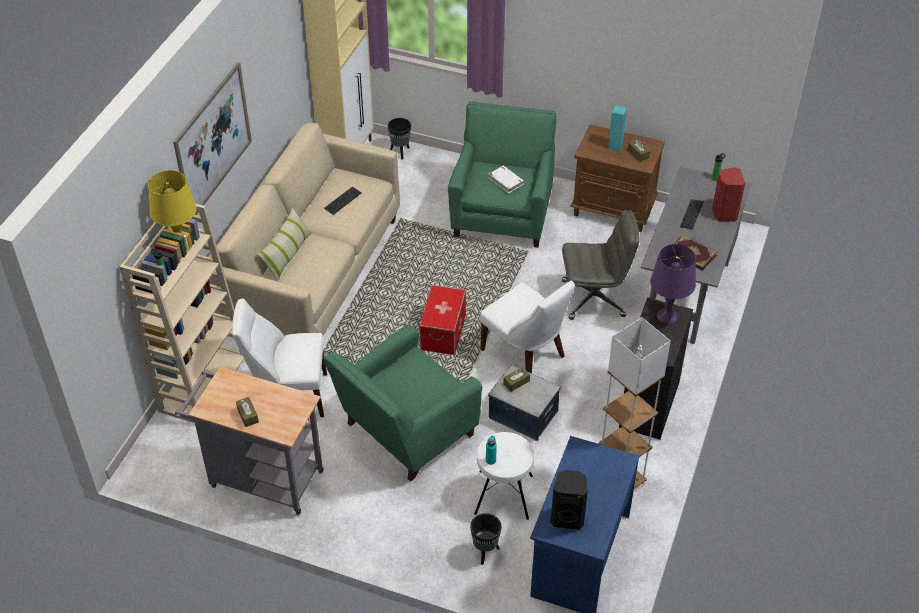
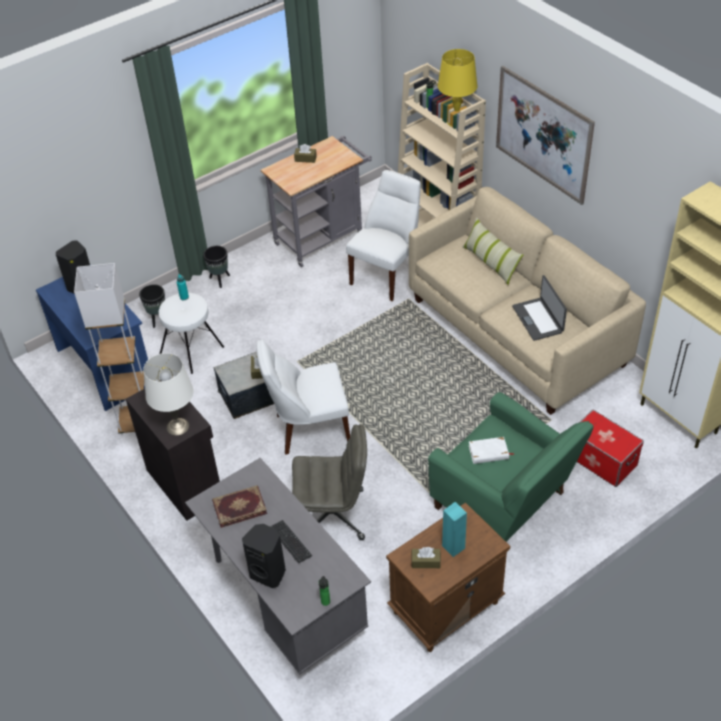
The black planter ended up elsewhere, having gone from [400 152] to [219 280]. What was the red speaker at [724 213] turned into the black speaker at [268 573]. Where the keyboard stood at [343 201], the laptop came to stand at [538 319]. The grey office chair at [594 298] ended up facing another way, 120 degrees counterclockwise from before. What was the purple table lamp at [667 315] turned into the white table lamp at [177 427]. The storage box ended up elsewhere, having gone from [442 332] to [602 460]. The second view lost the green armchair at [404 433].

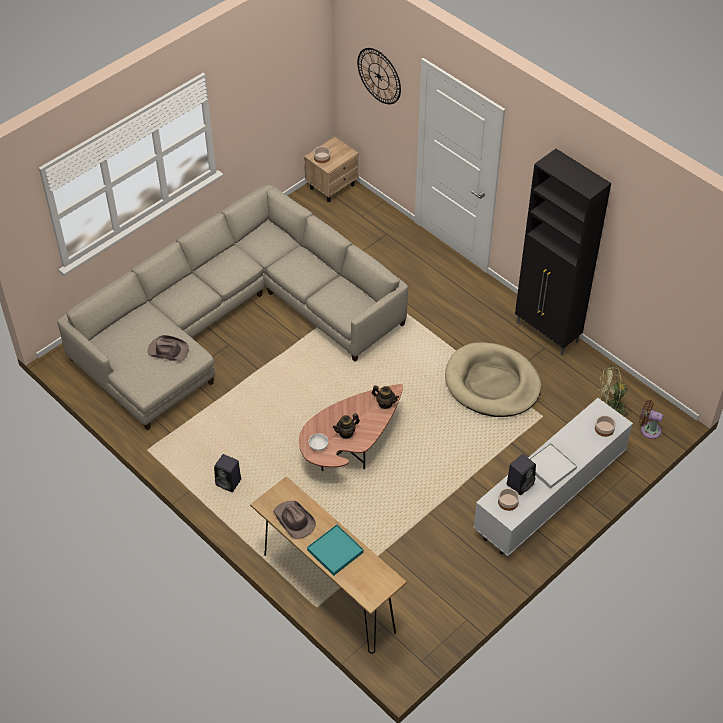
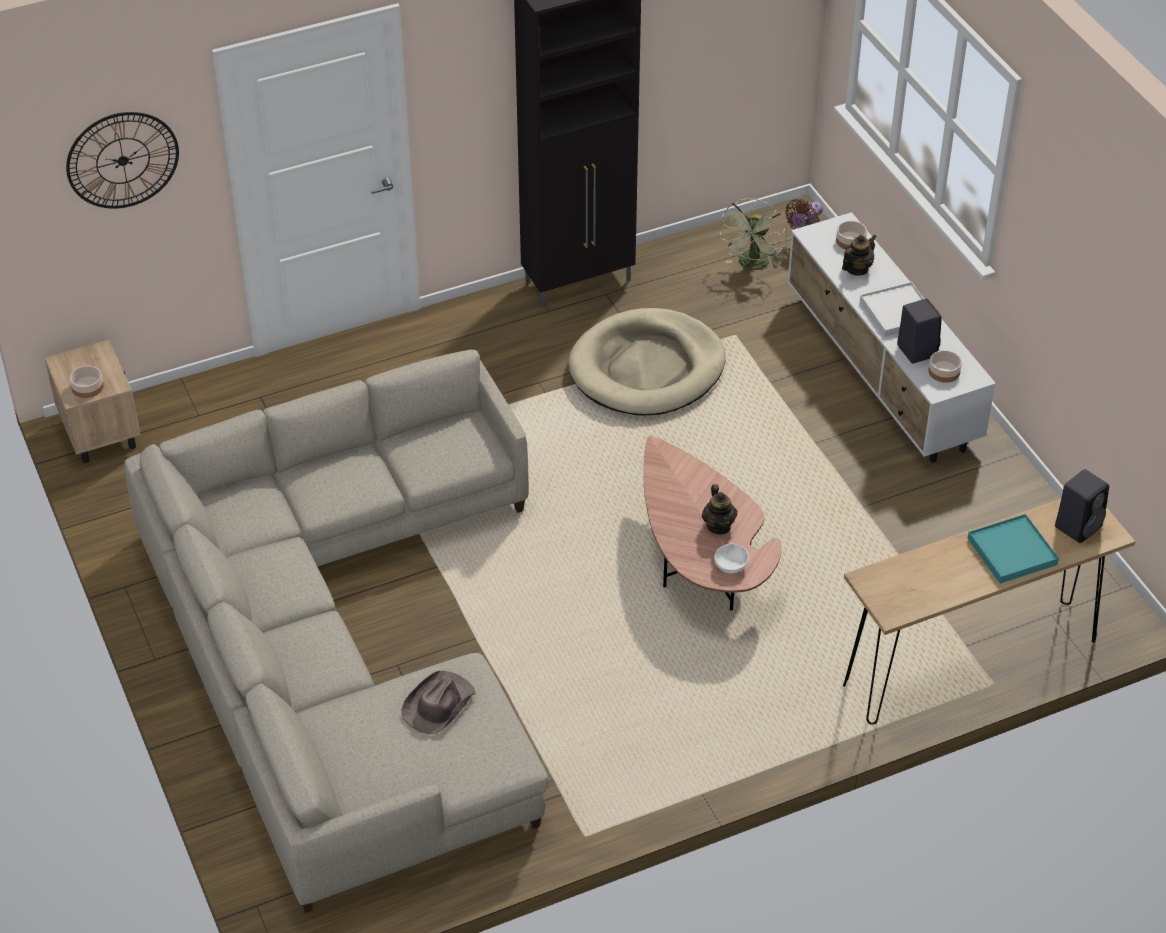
The teapot ended up elsewhere, having gone from [385 403] to [857 269]. The black speaker ended up elsewhere, having gone from [229 482] to [1078 526]. The second view lost the brown hat at [294 520].

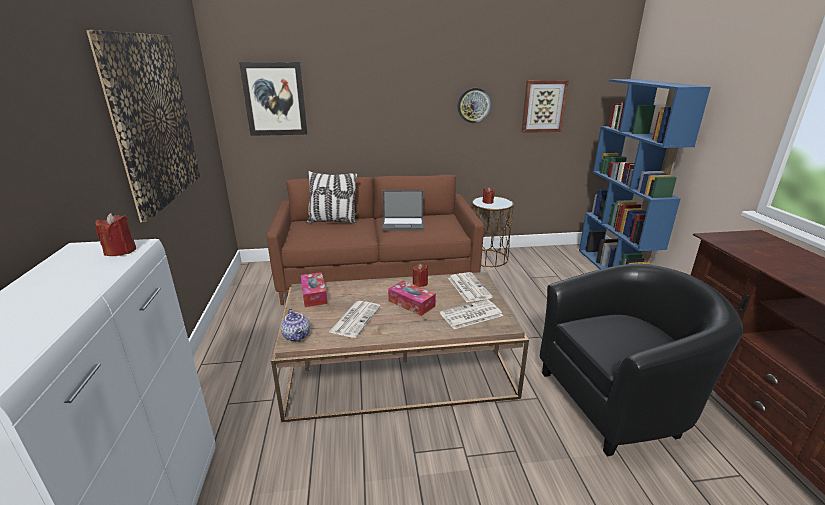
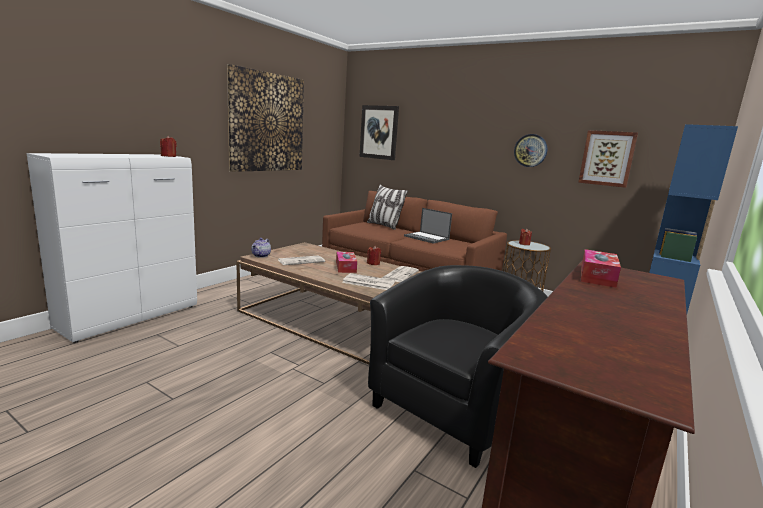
The black armchair at [618 400] ended up facing another way, 75 degrees counterclockwise from before. The tissue box ended up elsewhere, having gone from [314 295] to [597 276].

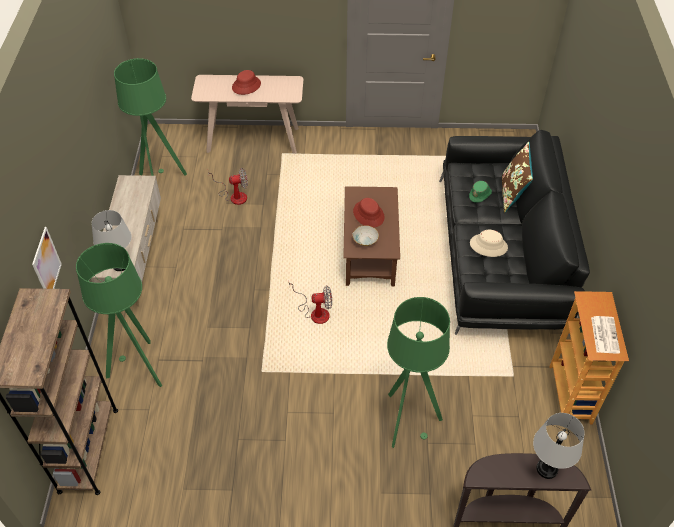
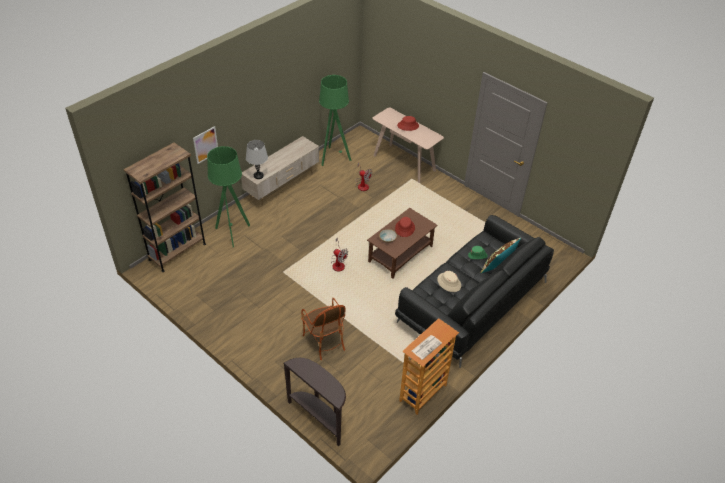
Where the green floor lamp stood at [407 420], the armchair came to stand at [324 341]. The second view lost the grey table lamp at [547 469].

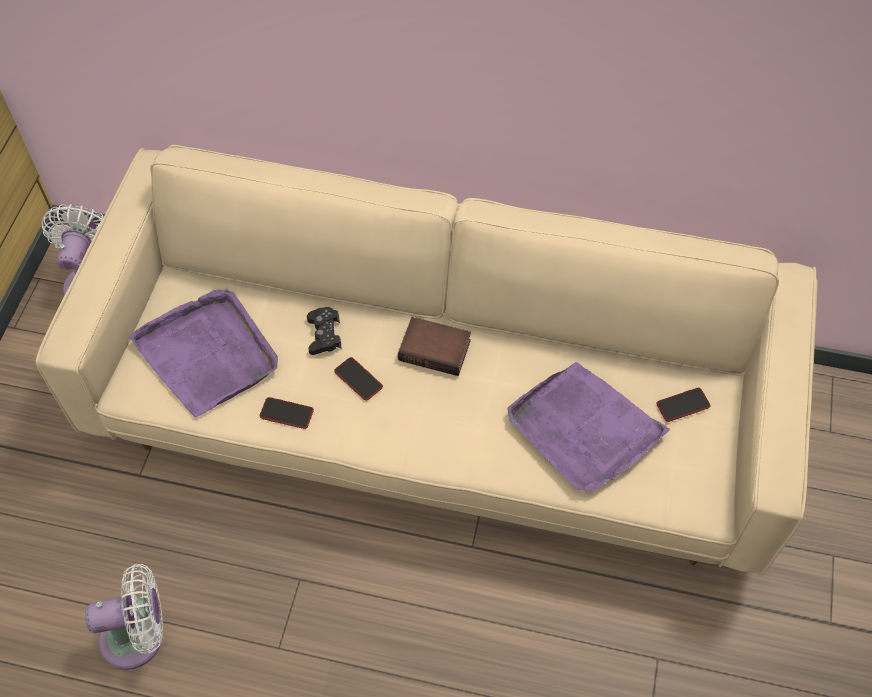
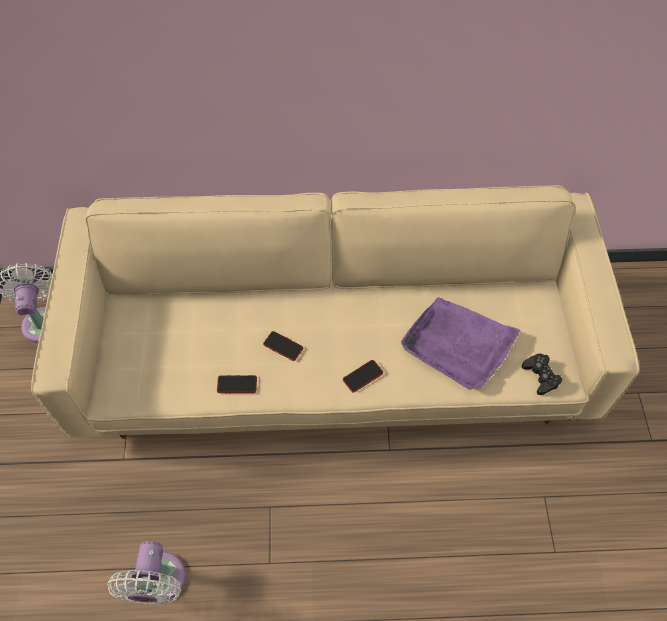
The second view lost the purple tray at [208 354]. The black game controller ended up elsewhere, having gone from [324 335] to [540 376]. The second view lost the book at [436 349]. The phone ended up elsewhere, having gone from [683 405] to [363 376]. The white fan at [139 637] ended up facing another way, 120 degrees clockwise from before.

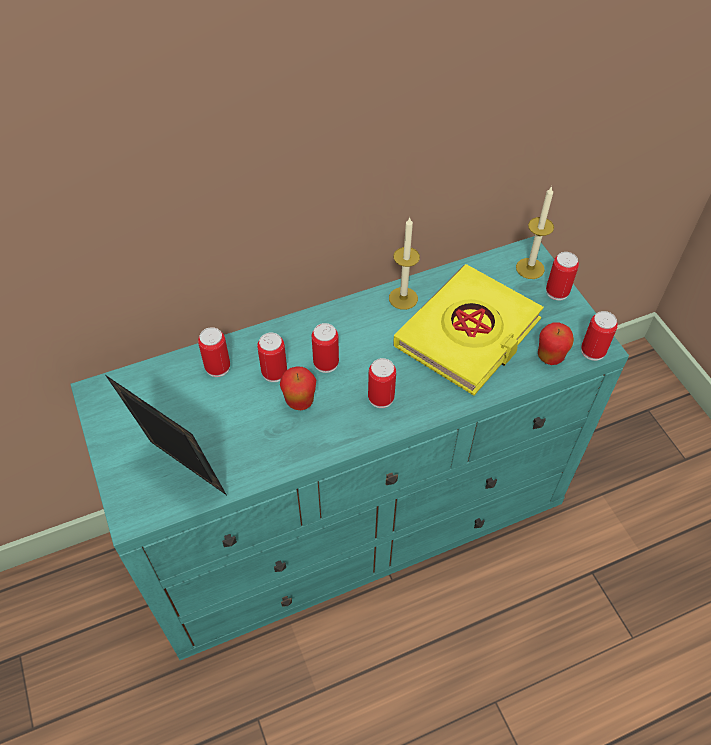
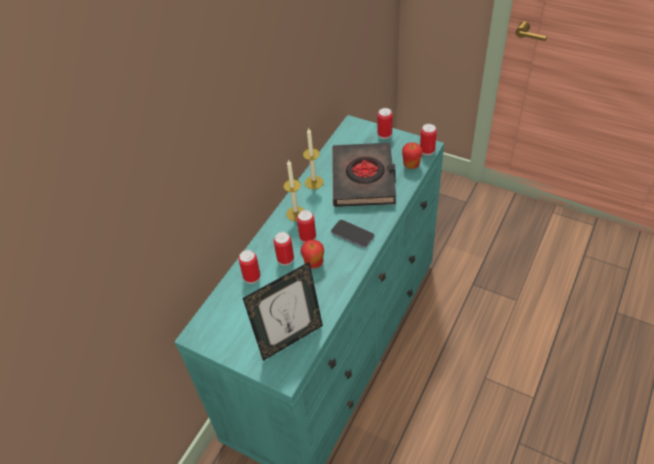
The candle ended up elsewhere, having gone from [530 268] to [296 213]. What was the yellow book at [468 334] turned into the black book at [363 179]. Where the can stood at [381 398], the phone came to stand at [352 234]. The picture frame at [182 474] ended up facing another way, 150 degrees clockwise from before.

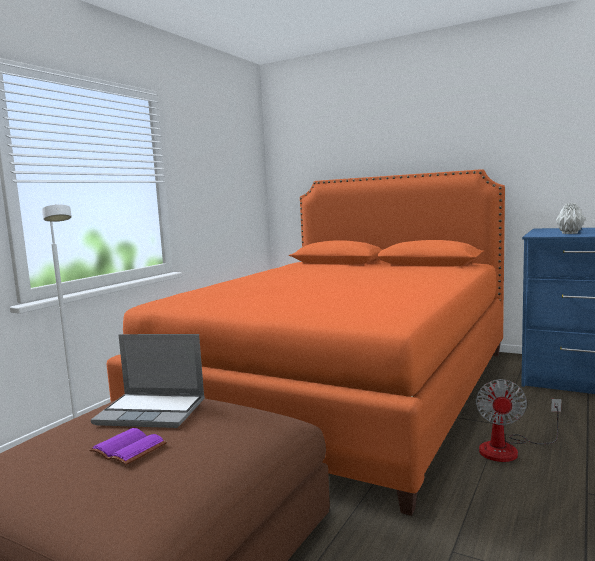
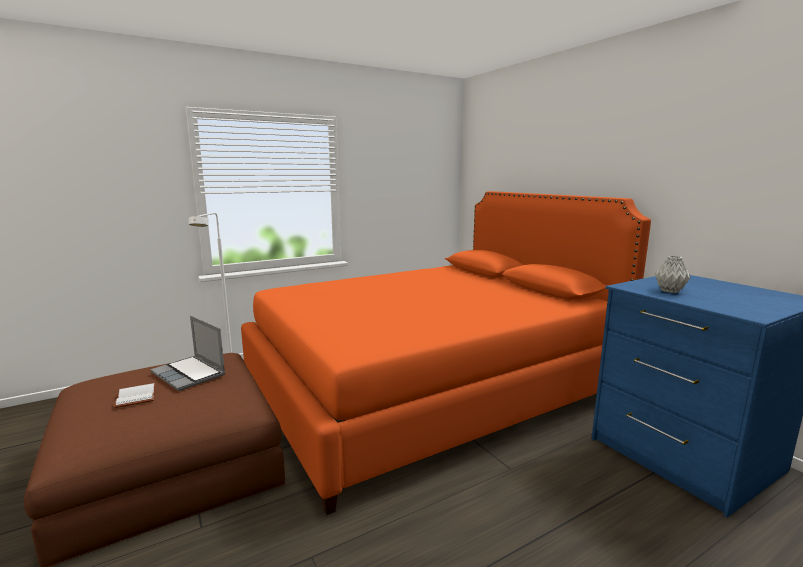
The second view lost the fan at [509 449]. What was the purple book at [126 449] turned into the white book at [135 396].

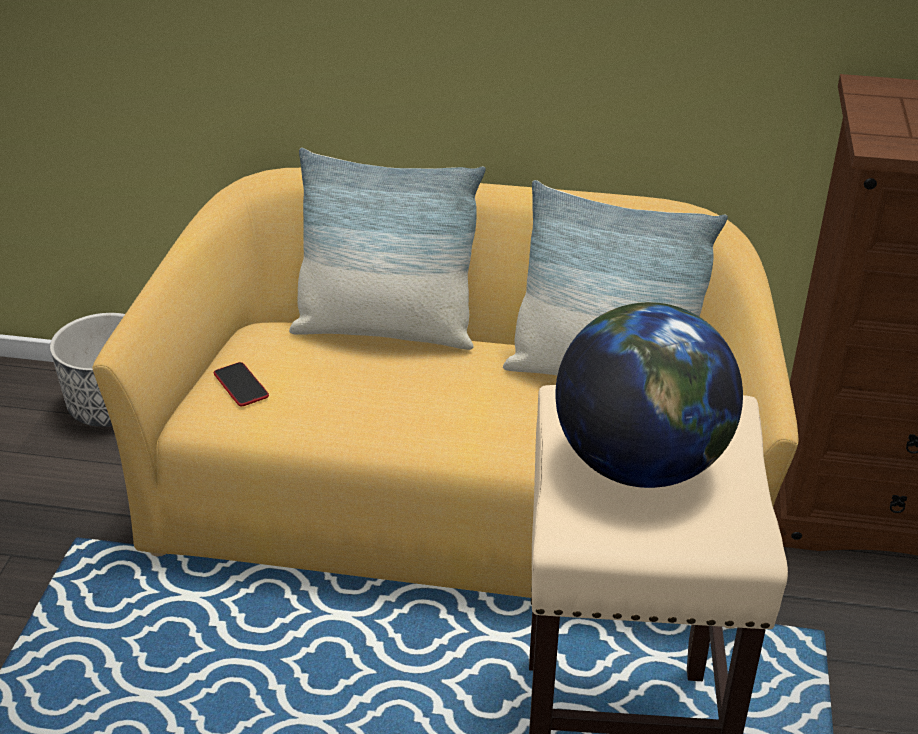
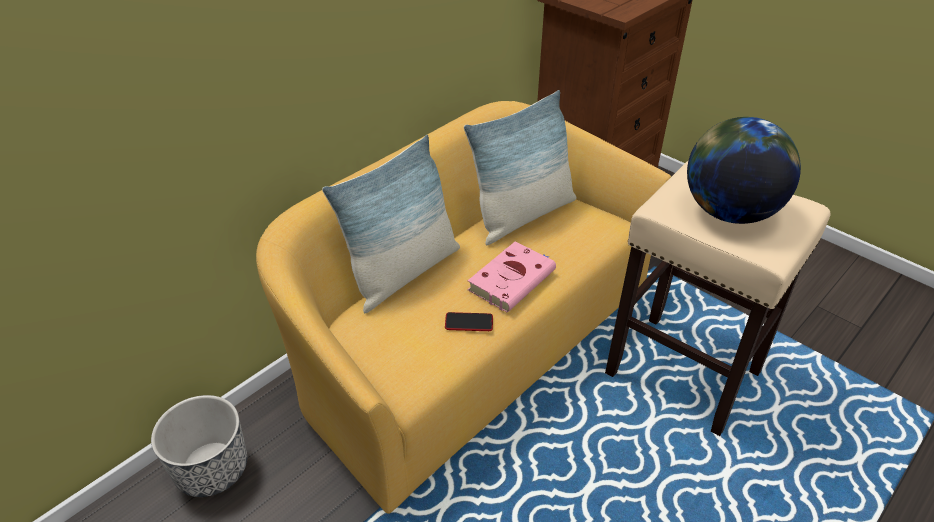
The phone ended up elsewhere, having gone from [241 385] to [469 322]. The second view gained the pink book at [513 279].

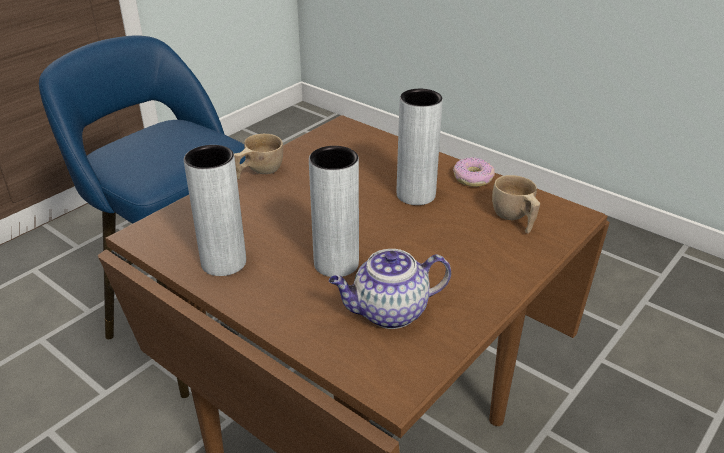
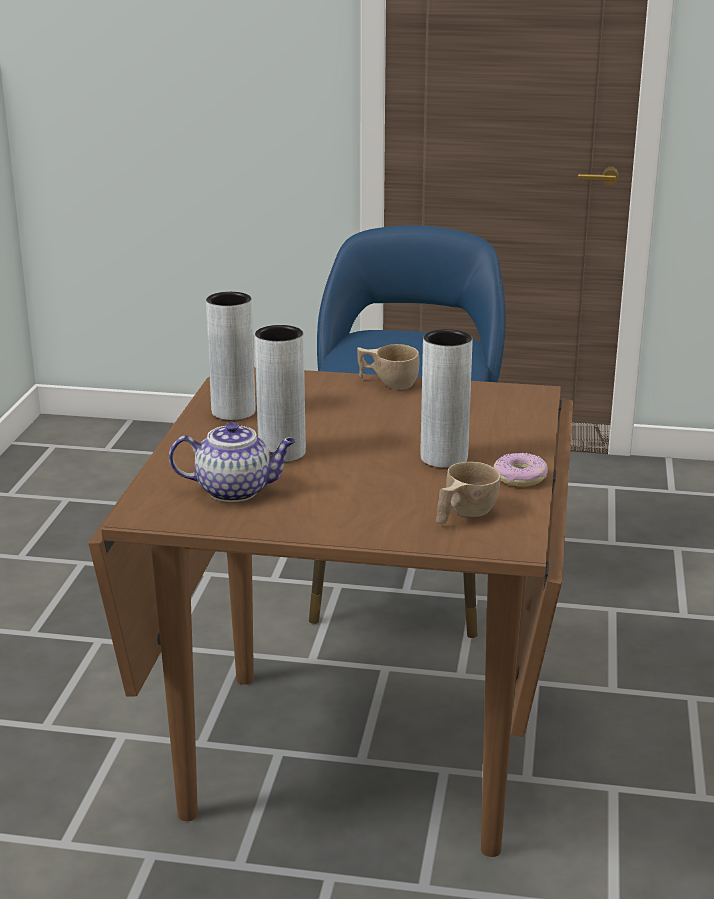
The teapot at [389 312] ended up facing another way, 135 degrees clockwise from before.

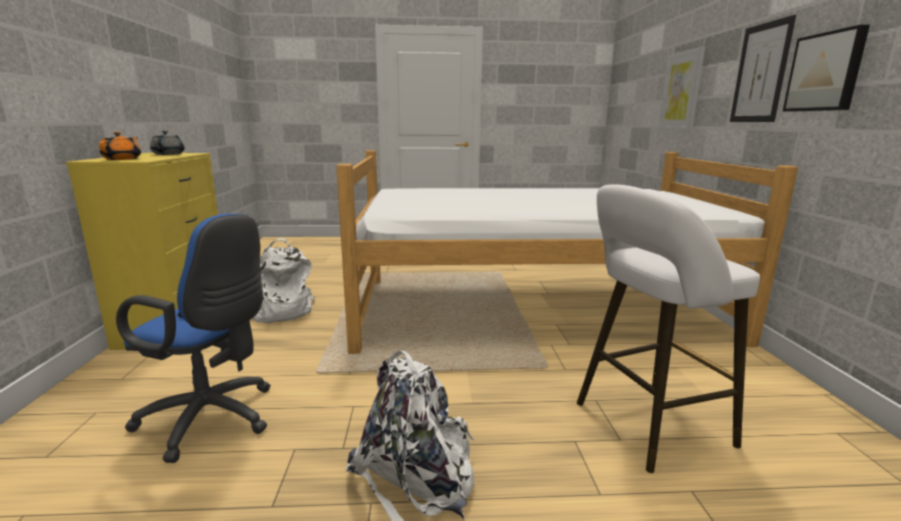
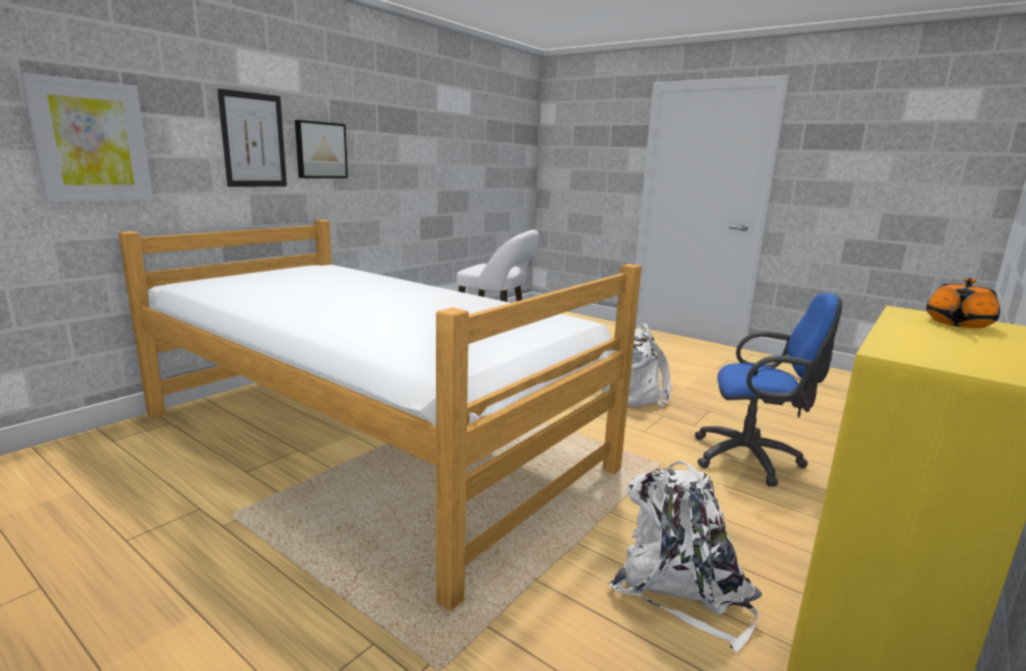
The second view lost the grey teapot at [169 154]. The blue office chair at [214 420] ended up facing another way, 135 degrees clockwise from before.

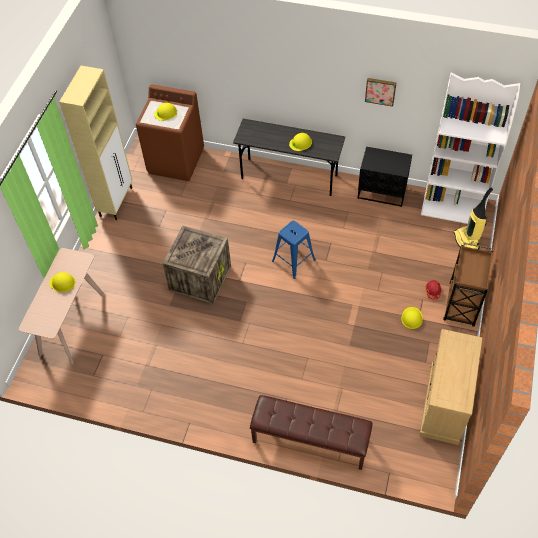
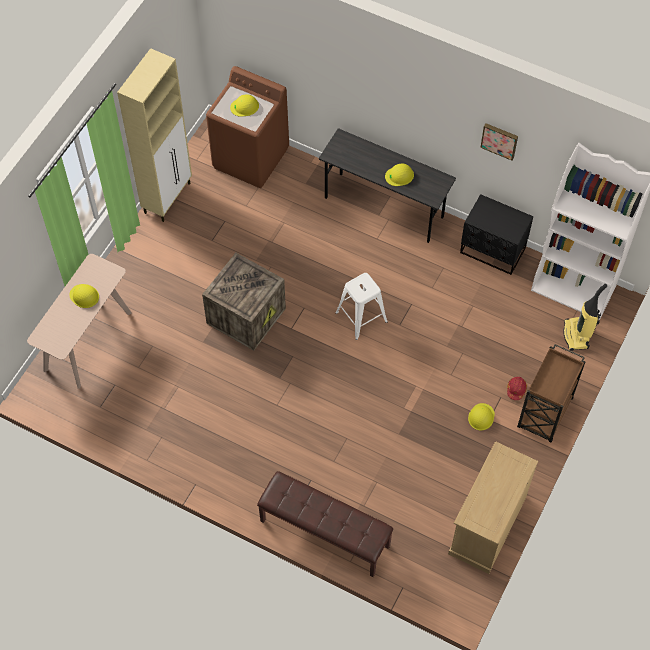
What was the blue stool at [294 260] turned into the white stool at [362 317].

